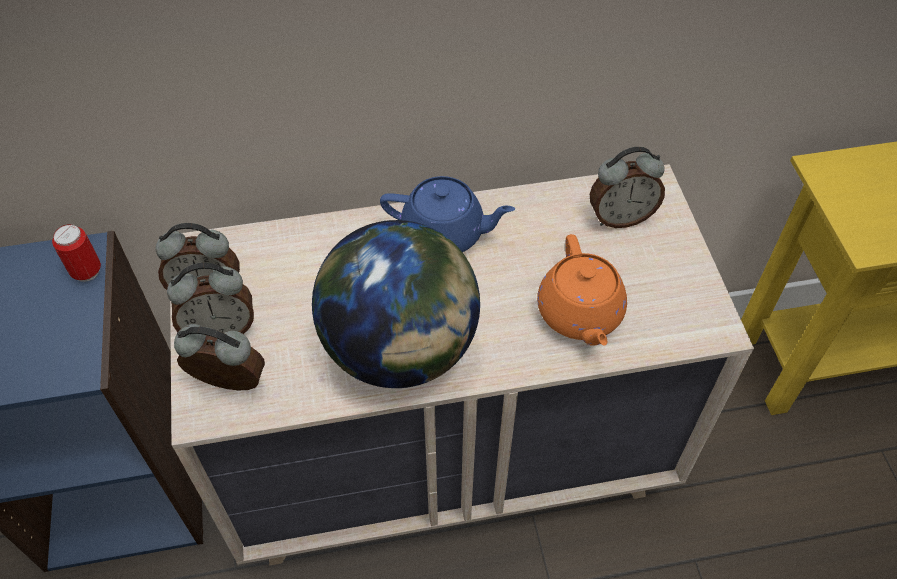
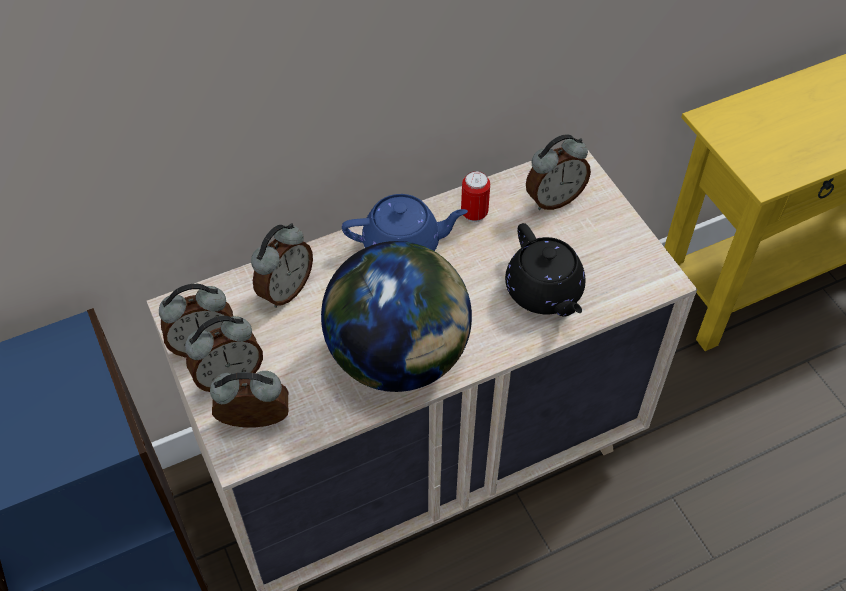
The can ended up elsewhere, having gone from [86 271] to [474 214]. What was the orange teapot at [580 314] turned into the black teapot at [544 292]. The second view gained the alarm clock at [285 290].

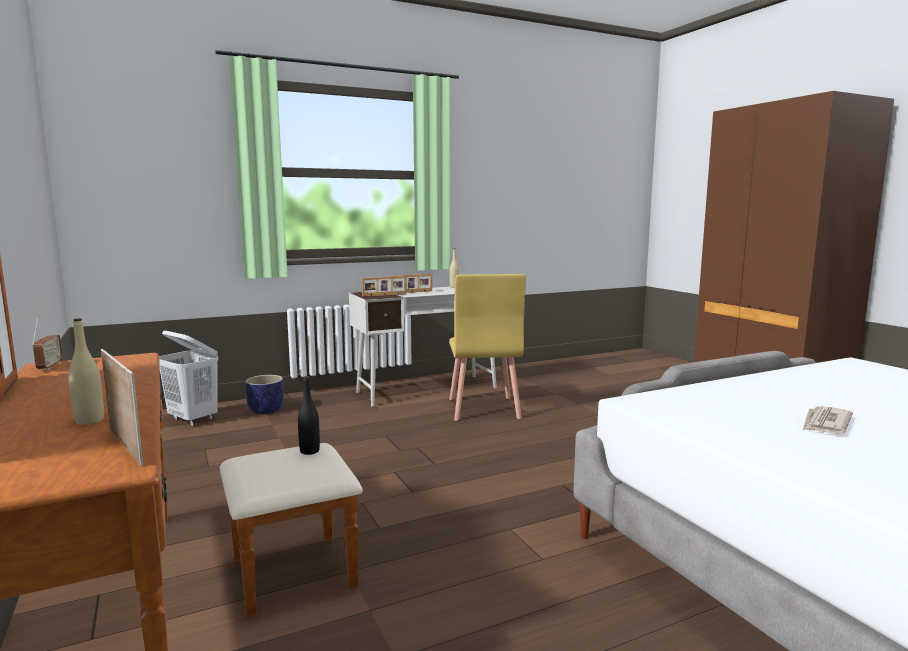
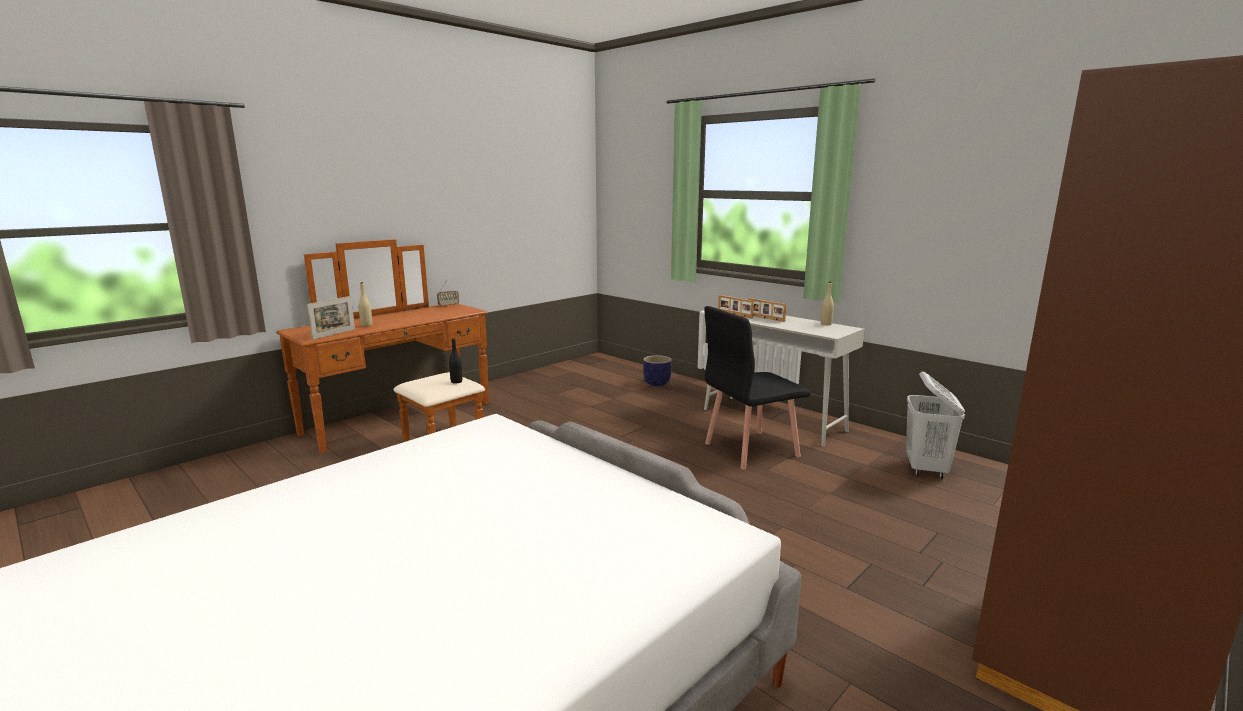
What was the yellow chair at [483 409] turned into the black chair at [750 449]. The white laundry basket ended up elsewhere, having gone from [193 419] to [926 469]. The second view lost the newspaper at [825 423].

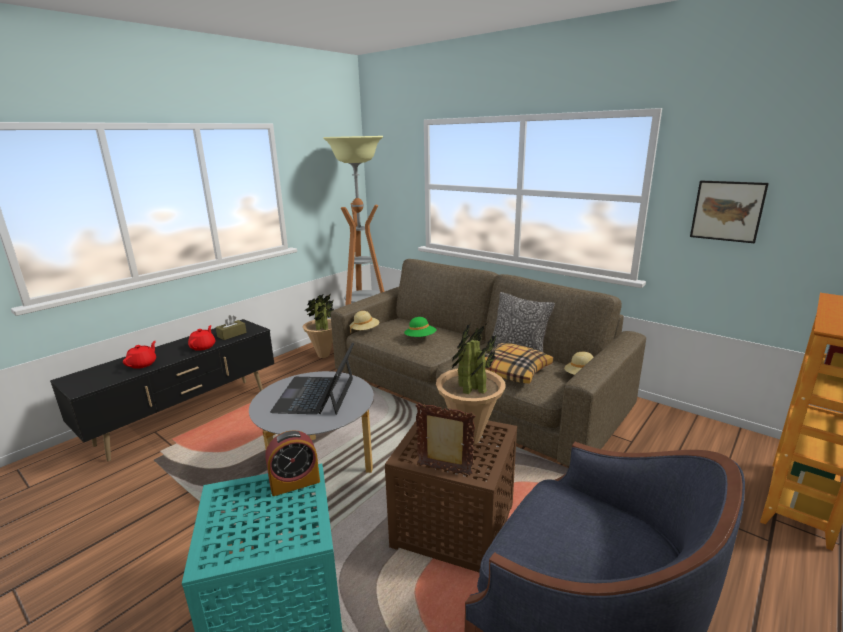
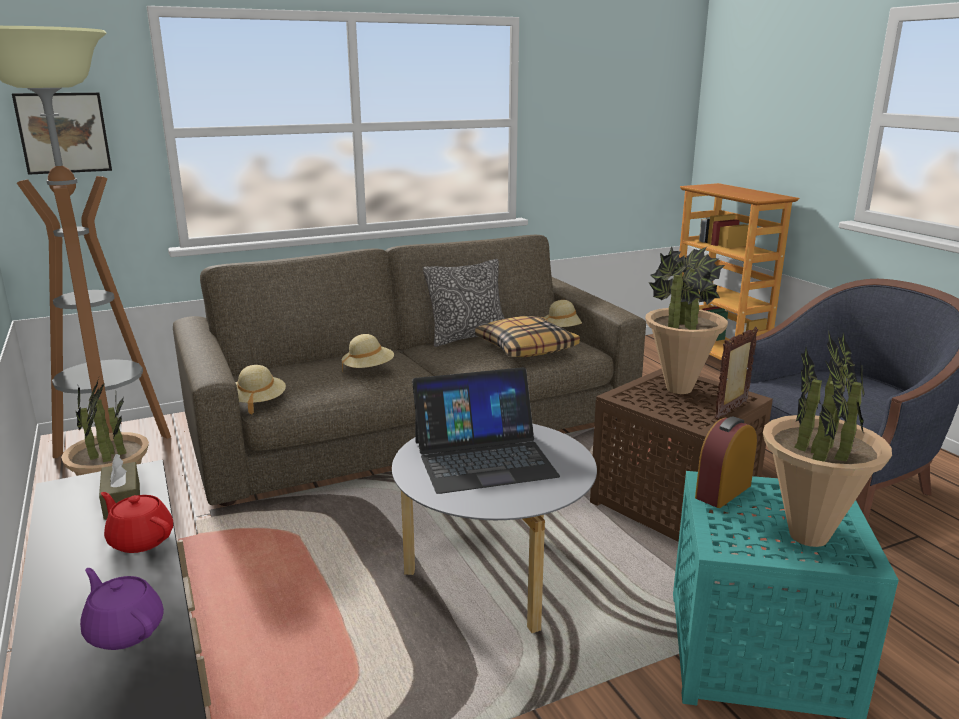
The picture ended up elsewhere, having gone from [727 211] to [63 133]. What was the green hat at [420 338] turned into the beige hat at [368 369]. What was the red teapot at [143 364] turned into the purple teapot at [124 630]. The laptop at [316 395] ended up facing another way, 45 degrees counterclockwise from before. The alarm clock at [295 483] ended up facing another way, 135 degrees counterclockwise from before. The second view gained the potted plant at [809 537].

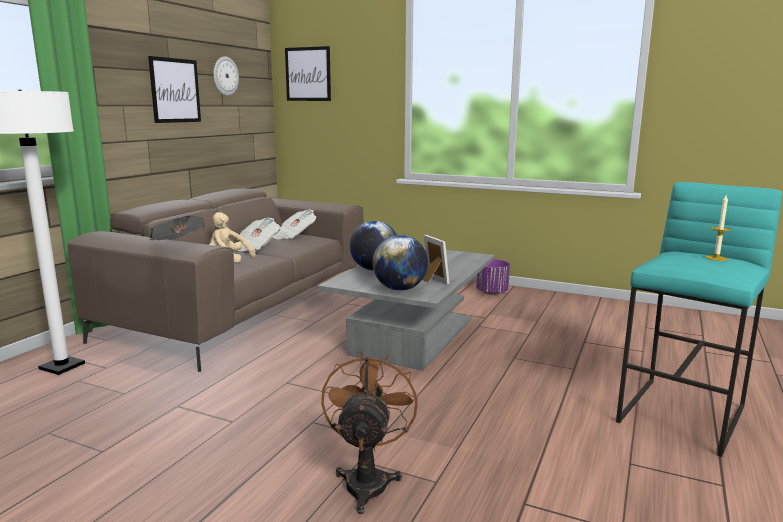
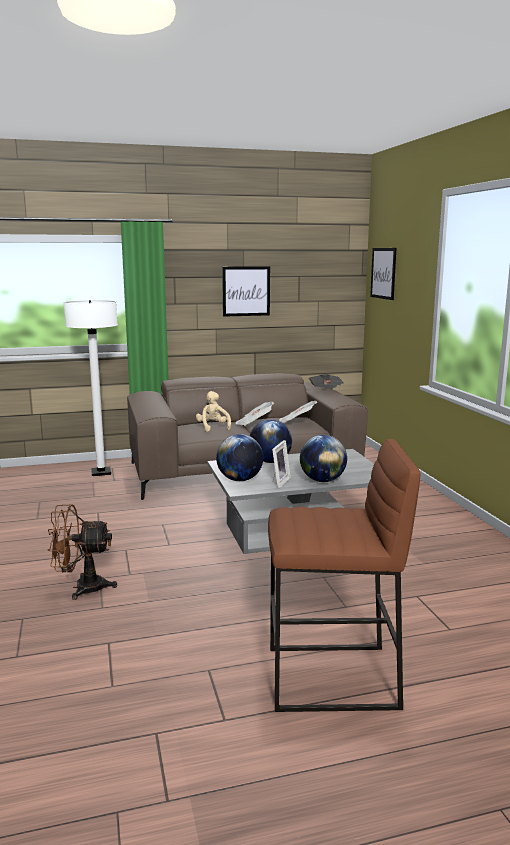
The second view lost the wall clock at [225 76]. What was the turquoise stool at [683 415] turned into the brown stool at [331 678]. The second view lost the candle at [716 258]. The newspaper ended up elsewhere, having gone from [178 244] to [326 391]. The second view lost the purple planter at [492 292]. The brown fan at [368 480] ended up facing another way, 150 degrees counterclockwise from before. The second view gained the globe at [322 480].

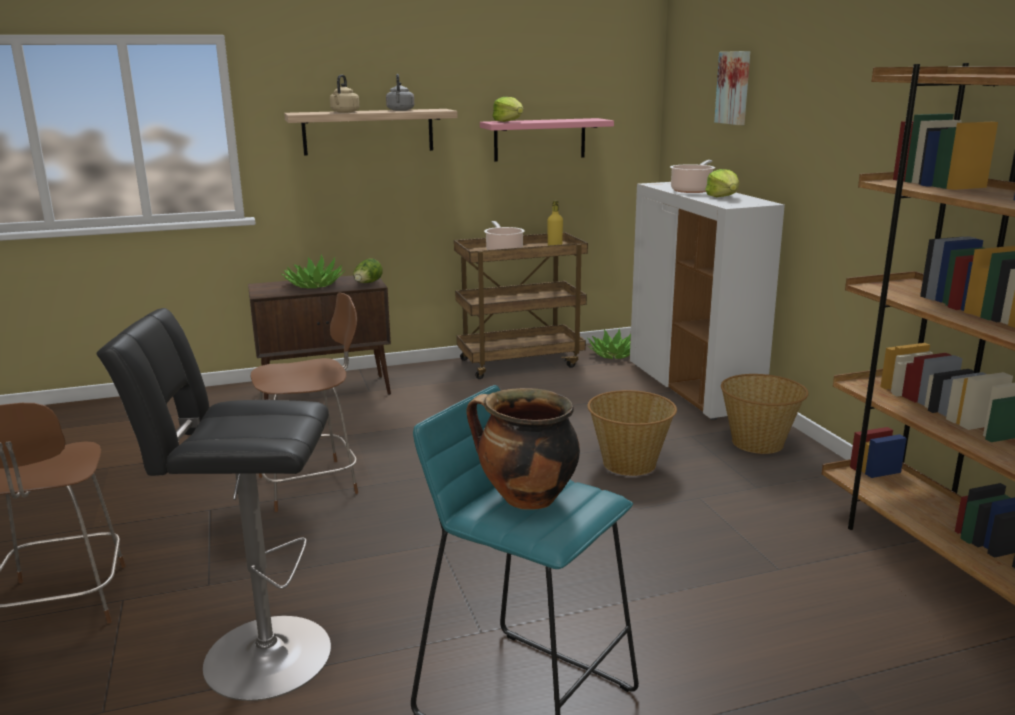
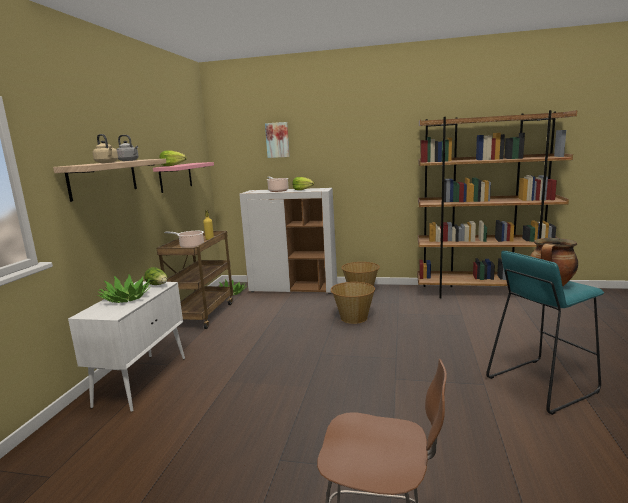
What was the brown cabinet at [327 392] turned into the white cabinet at [142 380]. The second view lost the brown chair at [312 484]. The second view lost the black stool at [257 656].

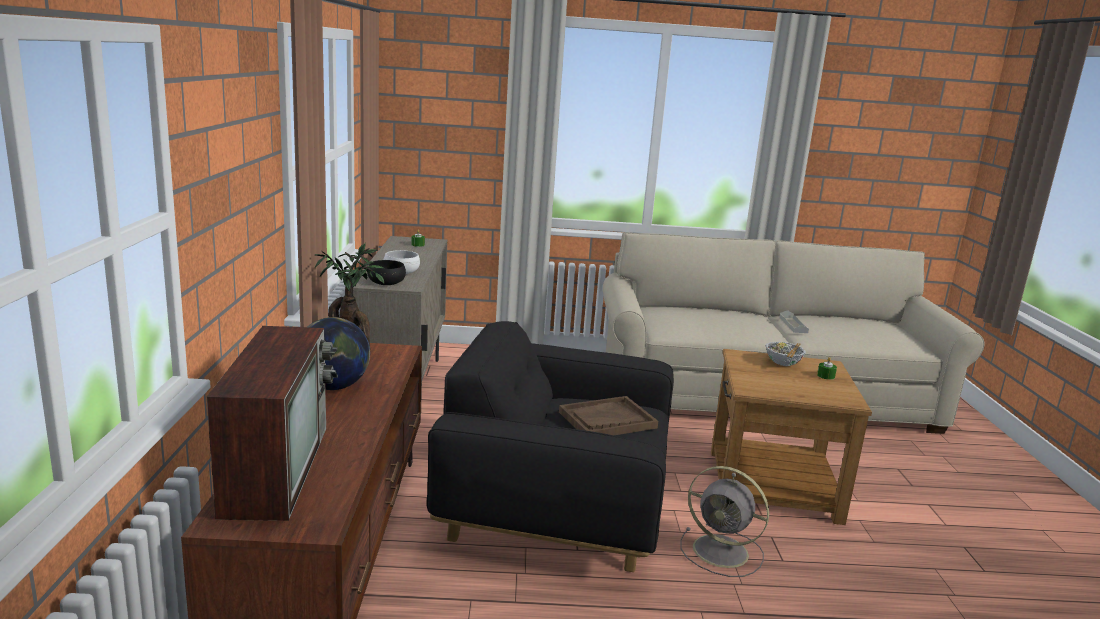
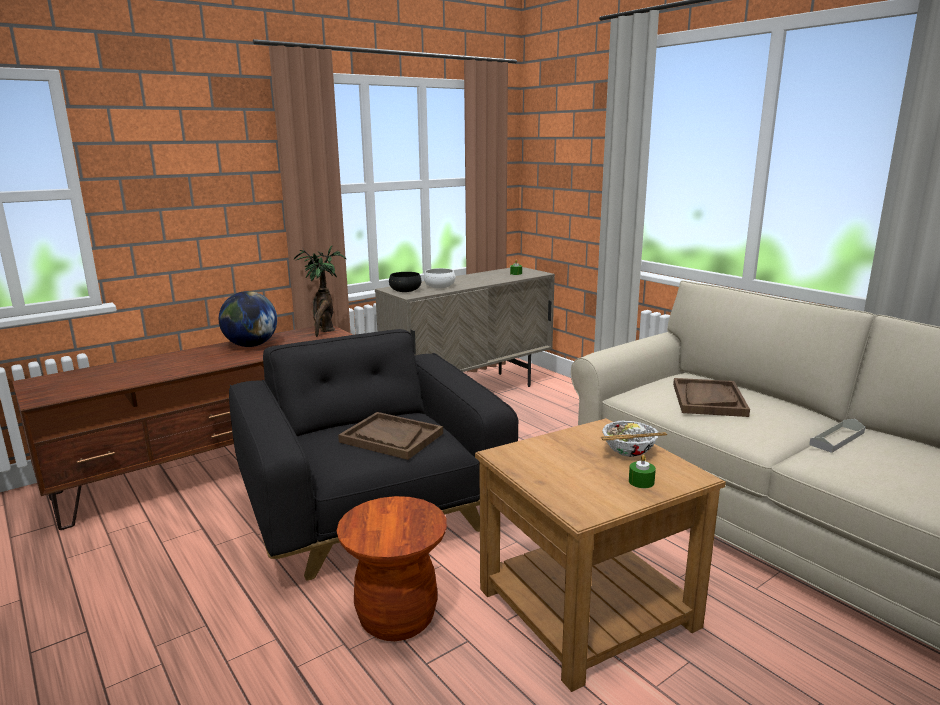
The second view lost the television at [276 467]. Where the grey fan stood at [723 552], the brown stool came to stand at [397 618]. The second view gained the brown tray at [708 399].

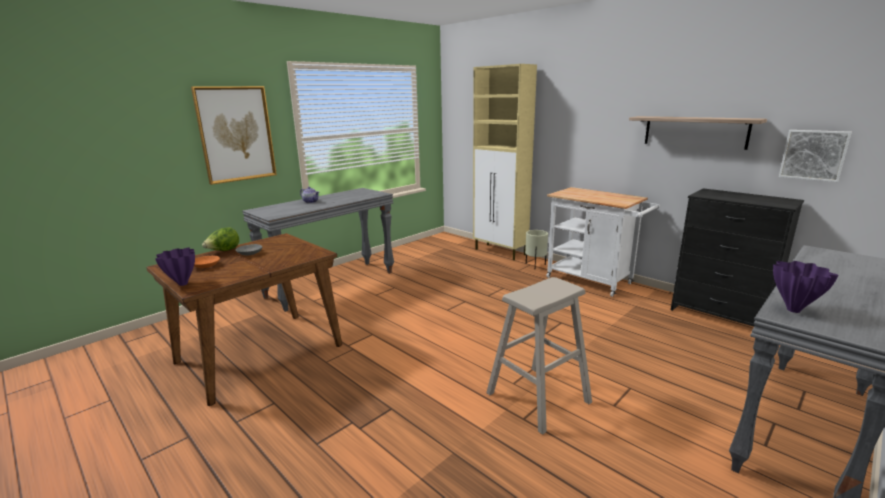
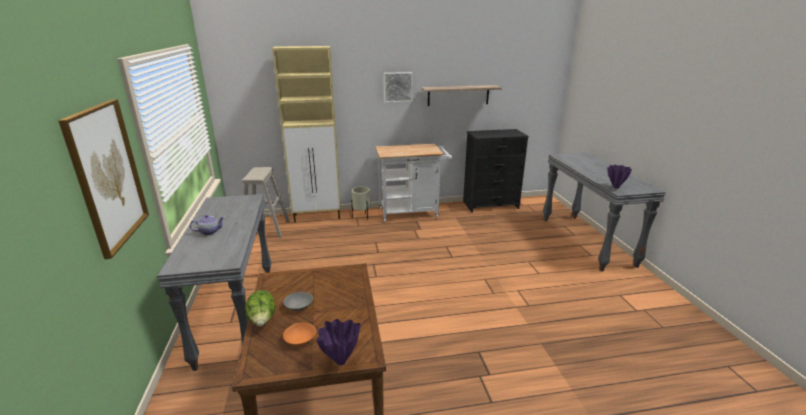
The picture ended up elsewhere, having gone from [813 155] to [397 87]. The beige stool ended up elsewhere, having gone from [538 398] to [266 229].

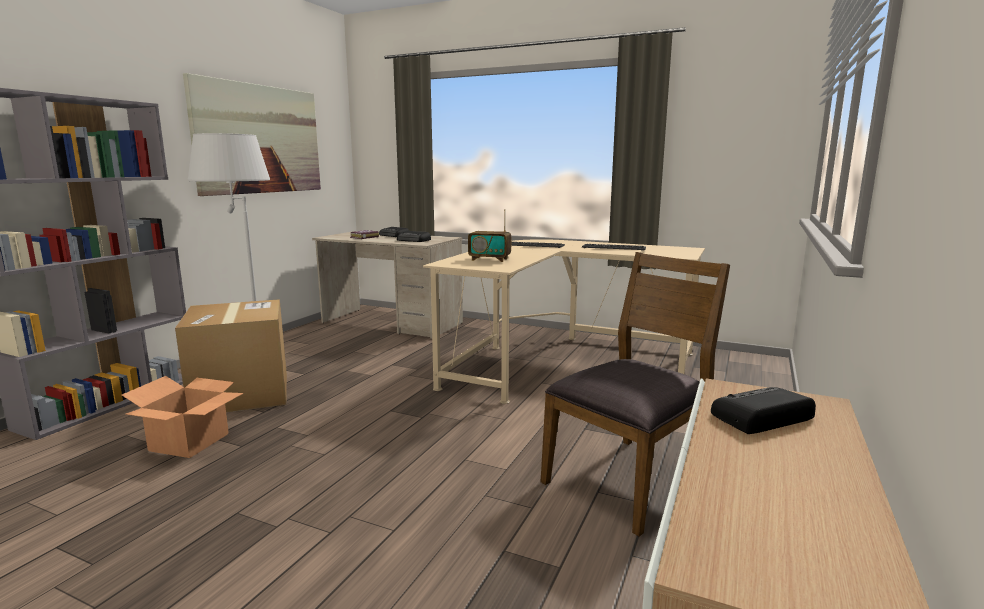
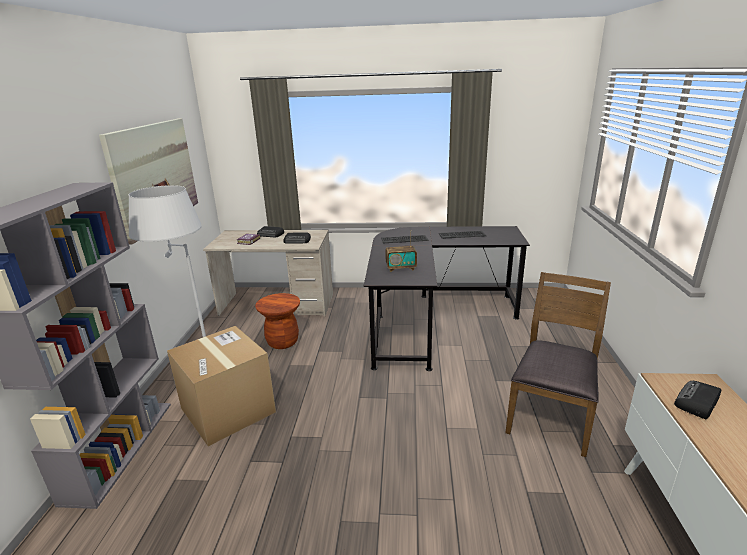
What was the beige desk at [558 360] turned into the black desk at [431 320]. The second view lost the cardboard box at [189 441]. The second view gained the brown stool at [282 342].

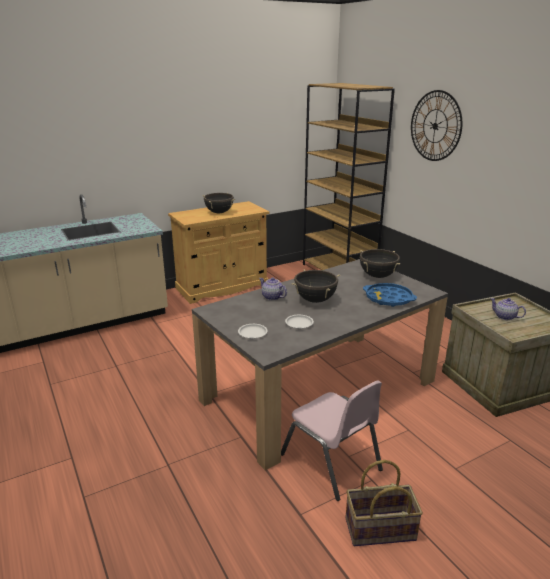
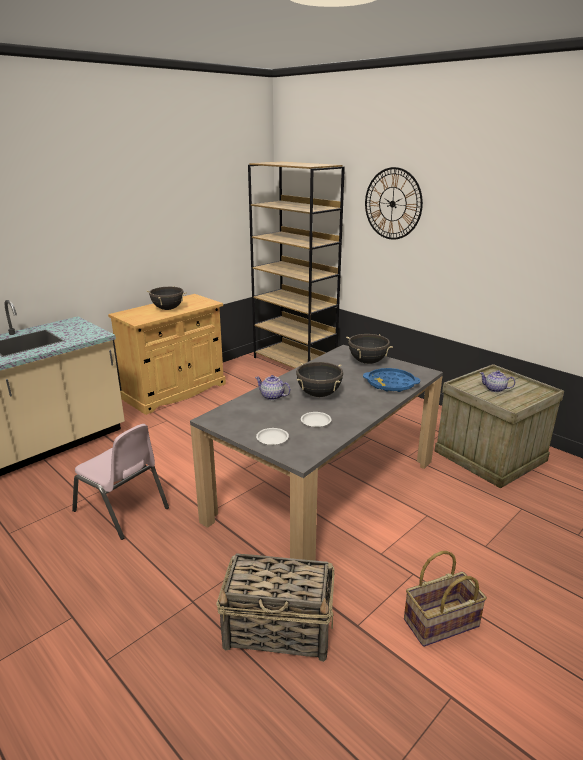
The pink chair ended up elsewhere, having gone from [331 462] to [122 509]. The second view gained the basket at [279 629].

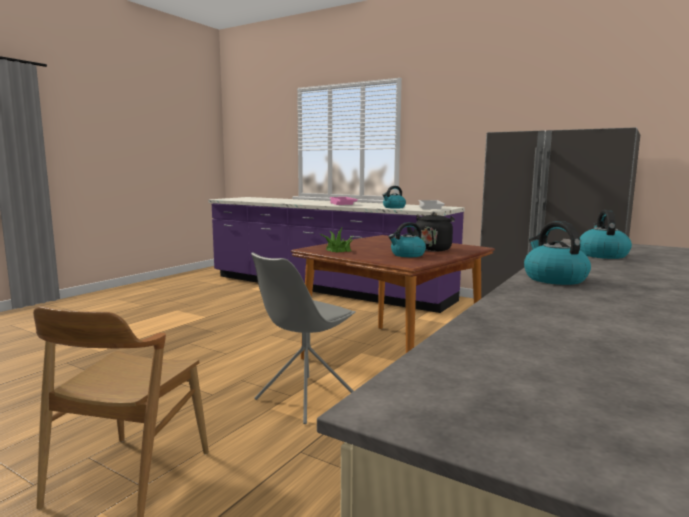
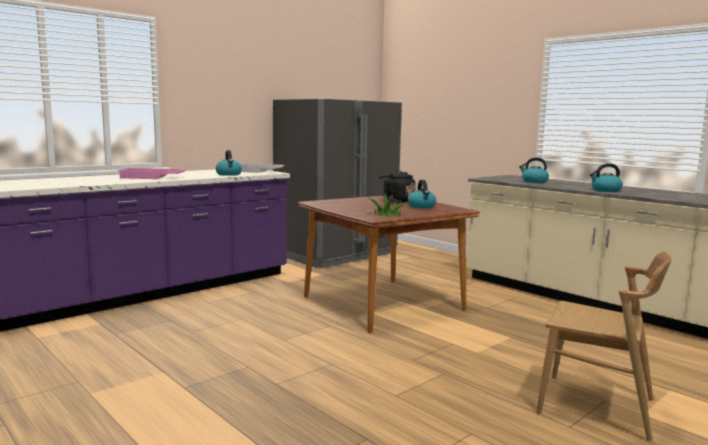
The second view lost the grey chair at [304 399].

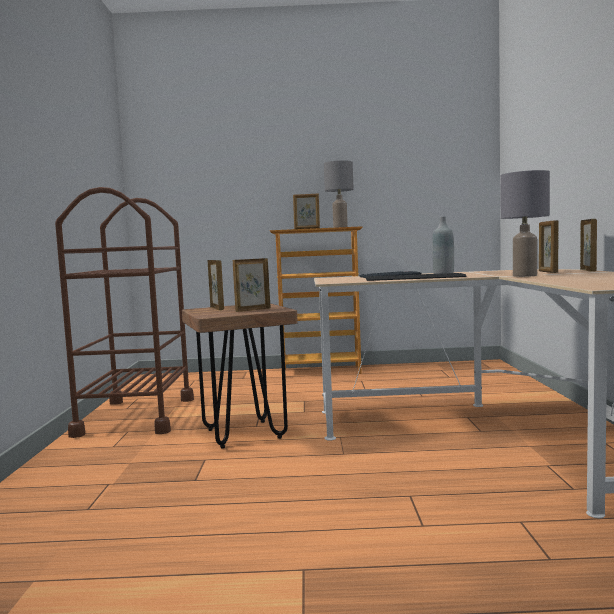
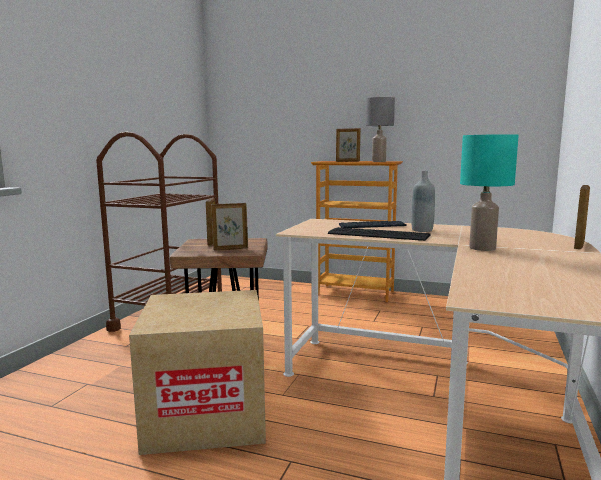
What was the grey table lamp at [525 276] turned into the turquoise table lamp at [482 248]. The second view lost the picture frame at [547 272]. The second view gained the cardboard box at [206 415].

